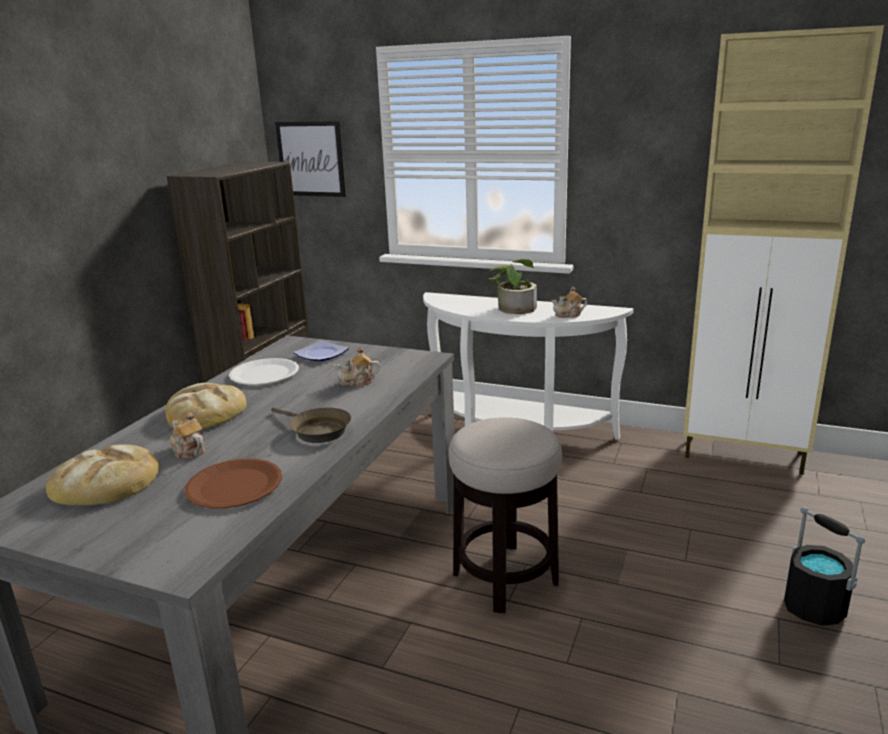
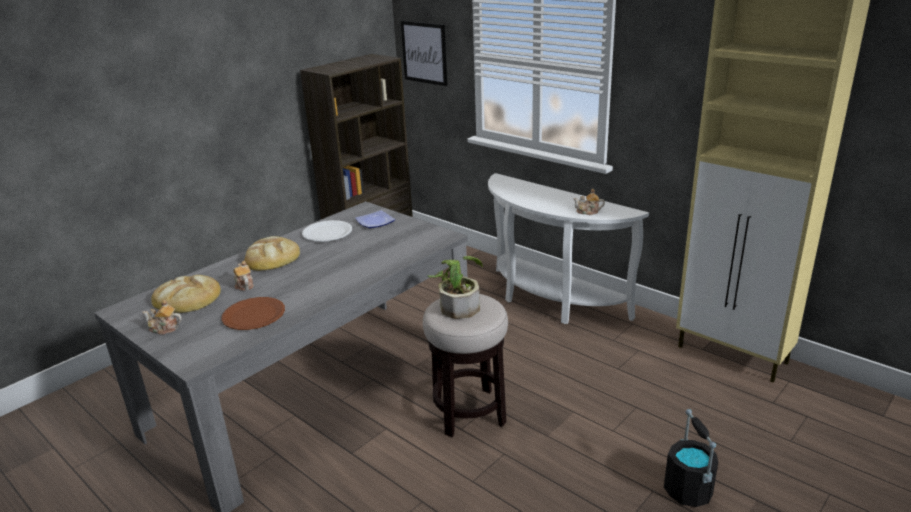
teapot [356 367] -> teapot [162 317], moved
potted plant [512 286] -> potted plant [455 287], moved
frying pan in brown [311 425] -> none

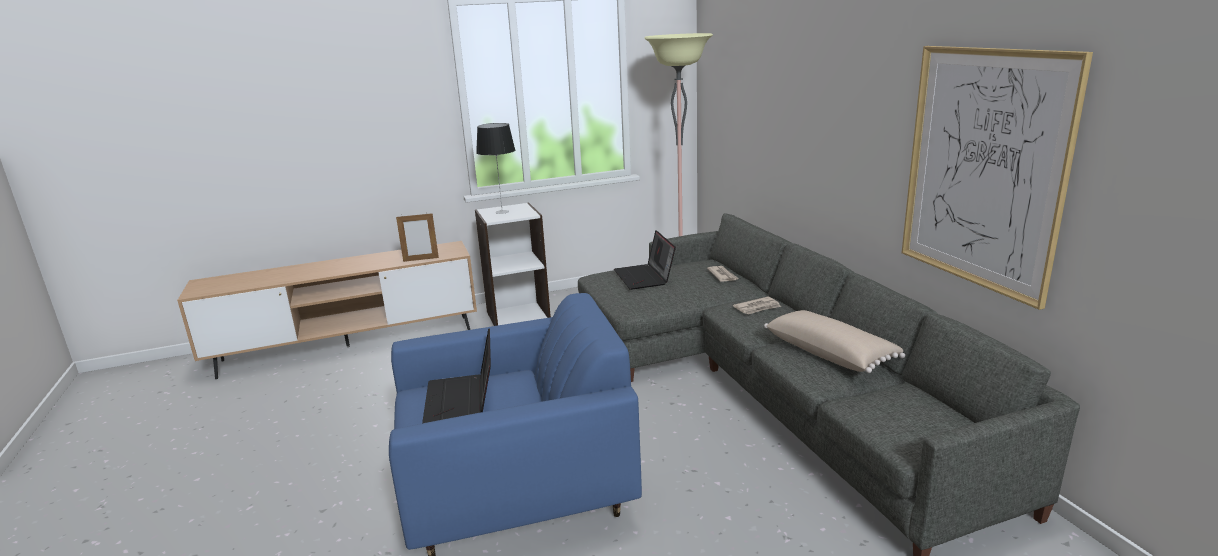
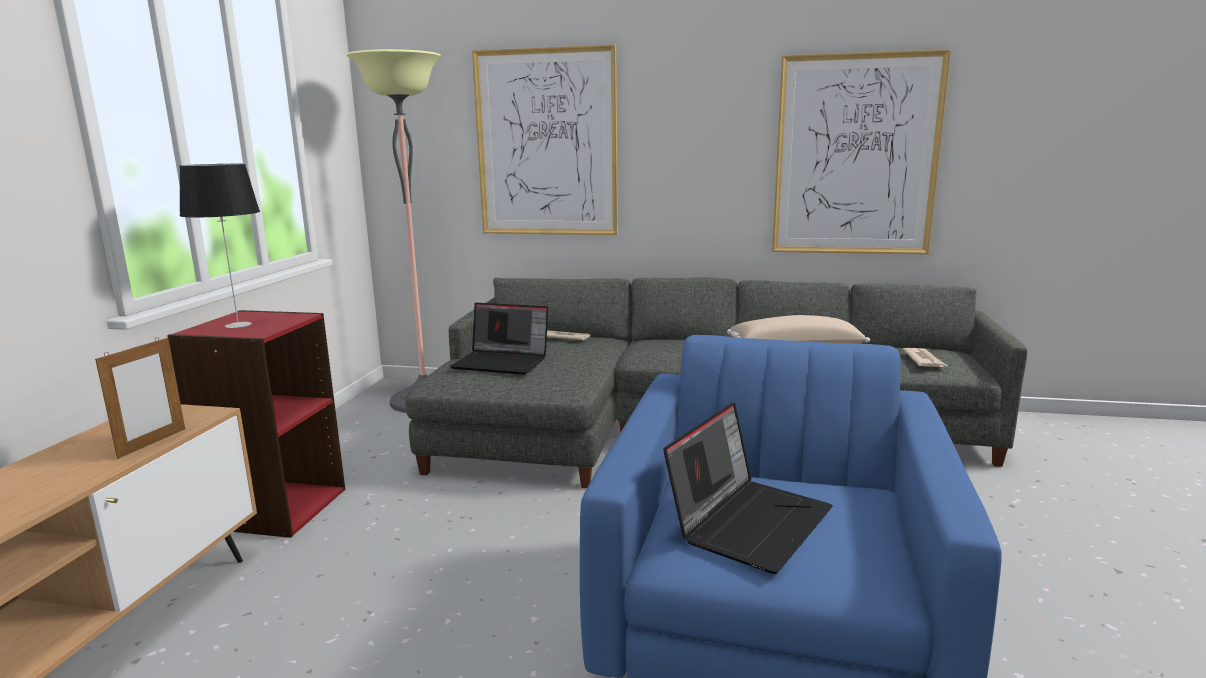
bookcase in white [513 264] -> bookcase in red [256 424]
none -> picture [545 140]
laptop [456 375] -> laptop [748 488], 75 degrees counterclockwise
newspaper [757 305] -> newspaper [924 357], moved

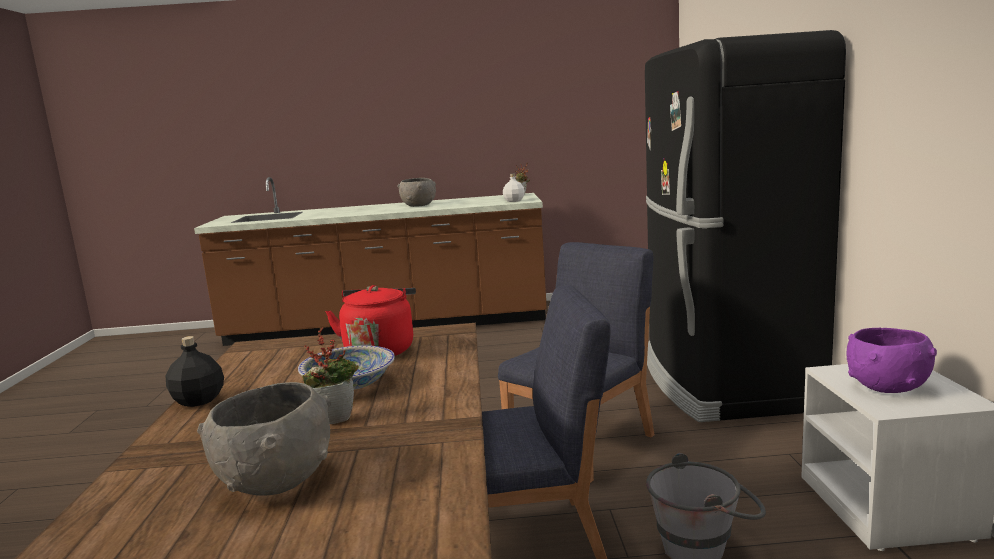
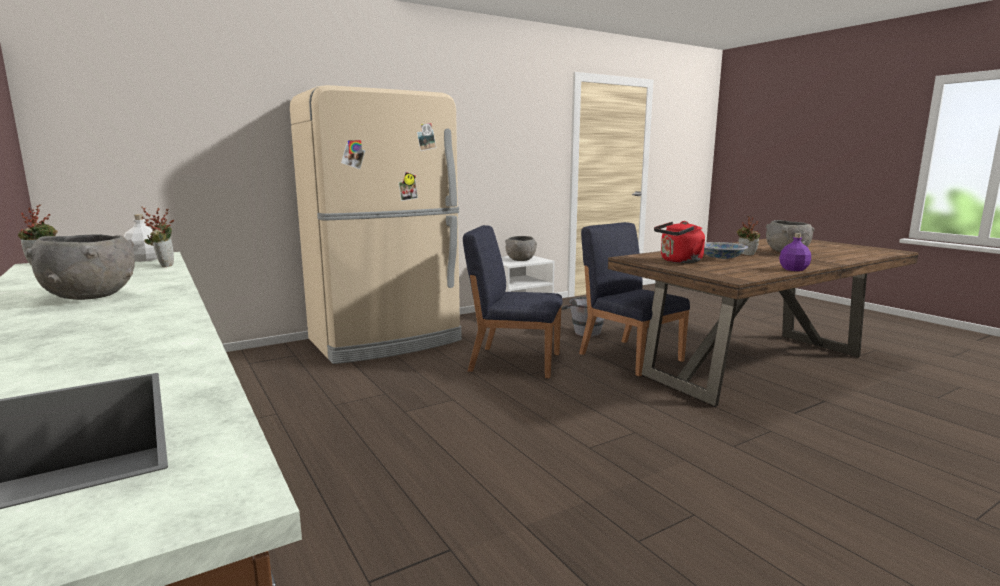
none -> potted plant [157 236]
fridge in black [745 226] -> fridge in beige [376 224]
bowl in purple [892 360] -> bowl in grey [521 248]
bottle in black [194 371] -> bottle in purple [795 252]

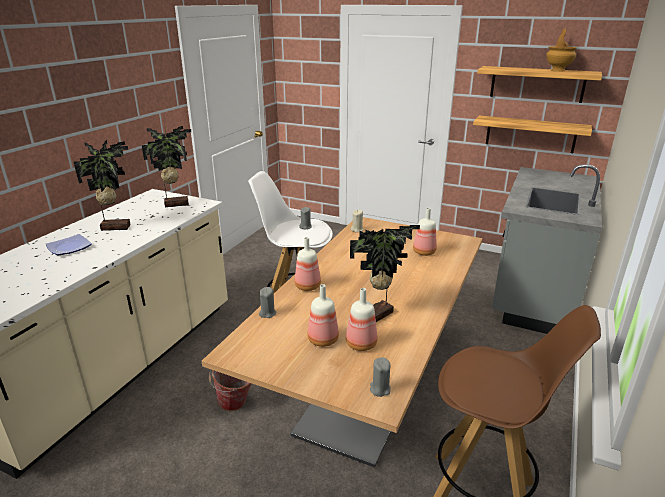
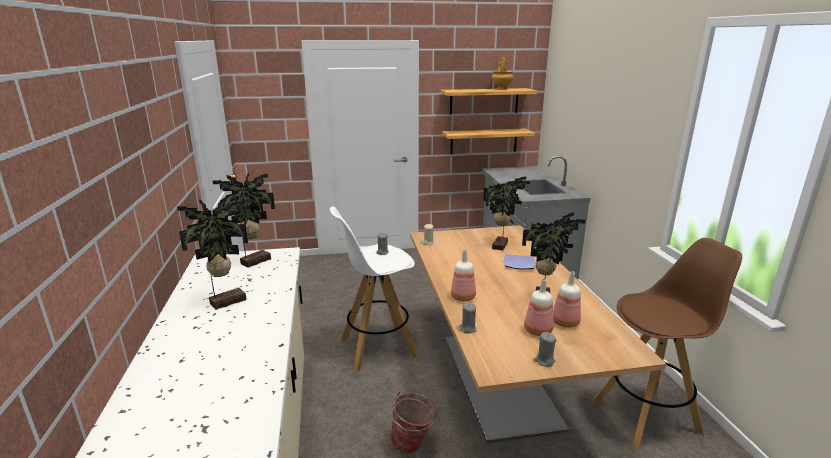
bottle [425 232] -> potted plant [507 214]
plate [69 244] -> plate [519 261], moved
candle in grey [380 377] -> candle in grey [545 349], moved

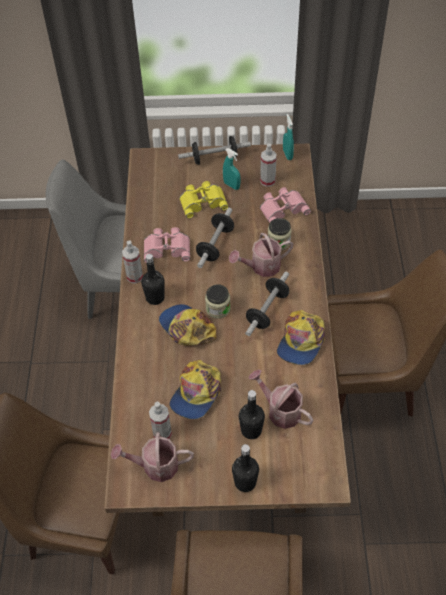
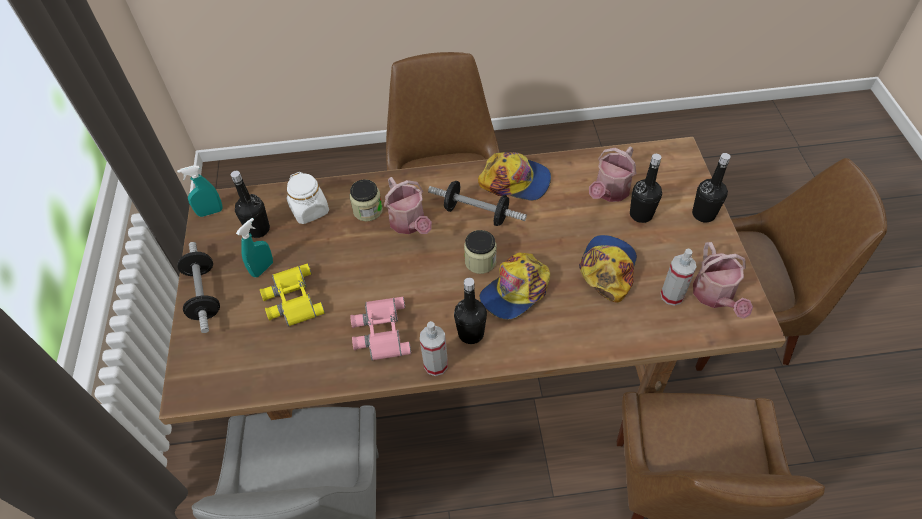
spray bottle [268 165] -> bottle in black [250 204]
binoculars in pink [285 205] -> jar in white [307 198]
cap [195 389] -> cap [608 268], 90 degrees counterclockwise
dumbbell [215 238] -> none

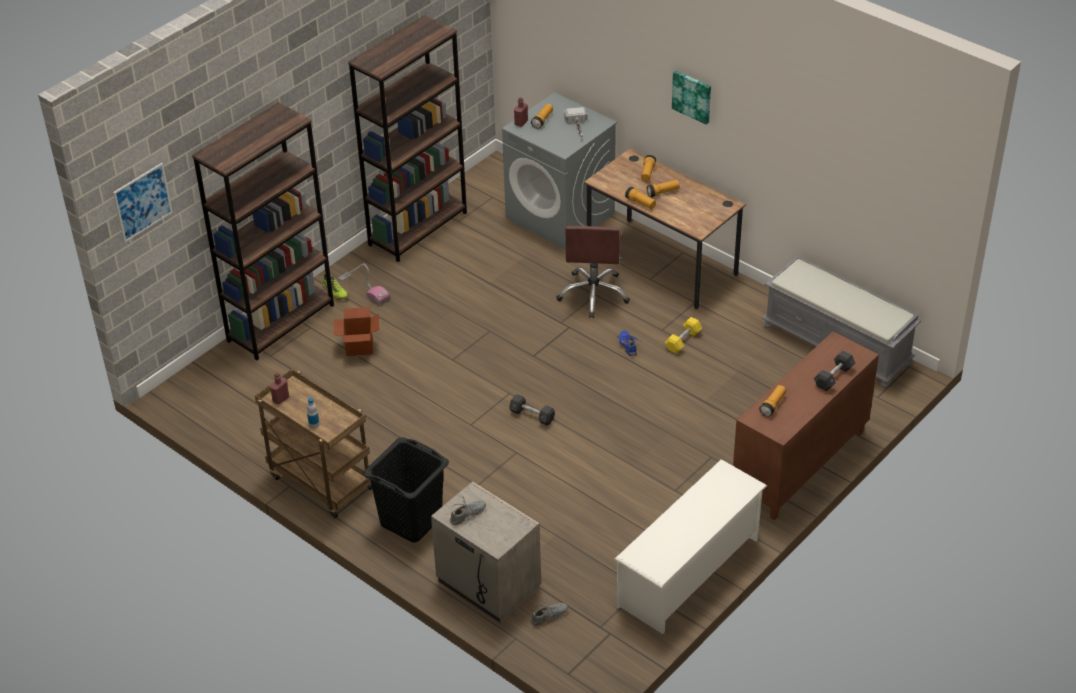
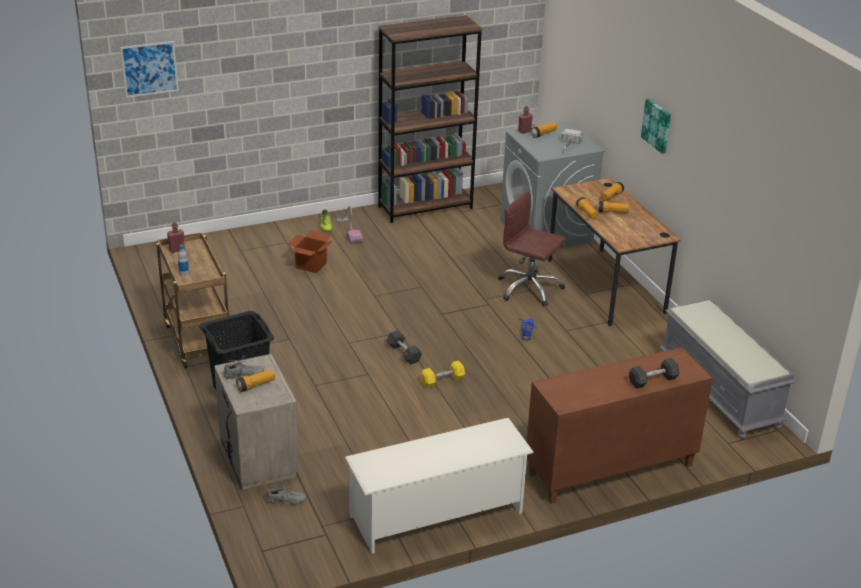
flashlight [772 401] -> flashlight [255 380], moved
dumbbell in yellow [683 335] -> dumbbell in yellow [442 374], moved
office chair in brown [593 272] -> office chair in brown [532 248], 90 degrees clockwise
bookcase in brown [263 231] -> none

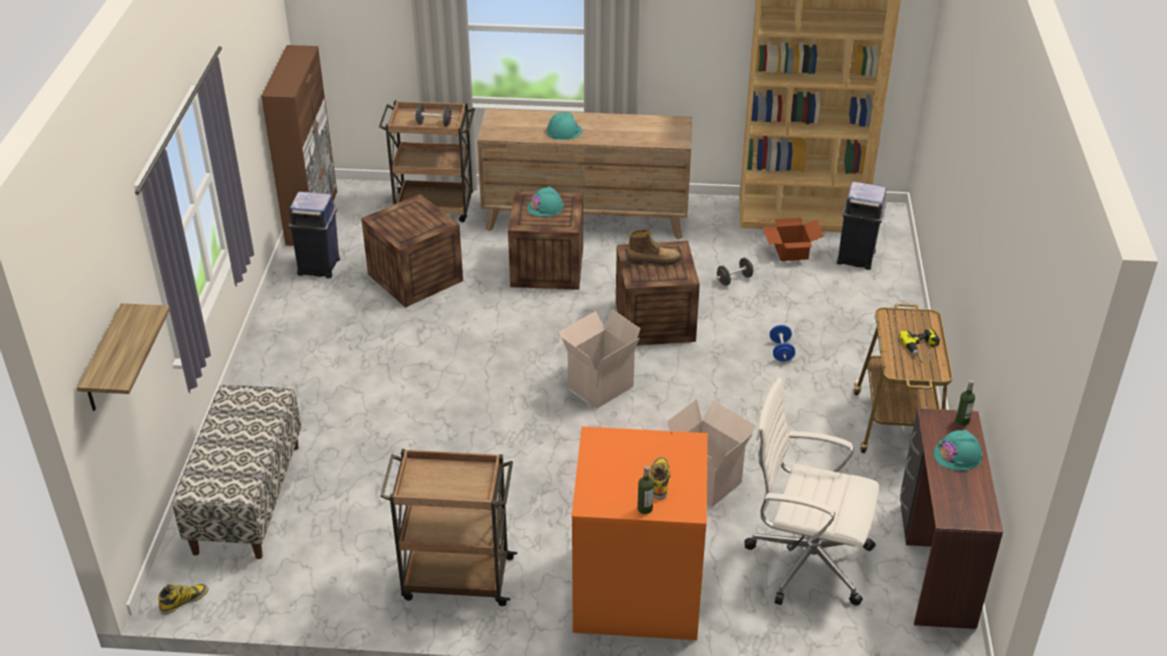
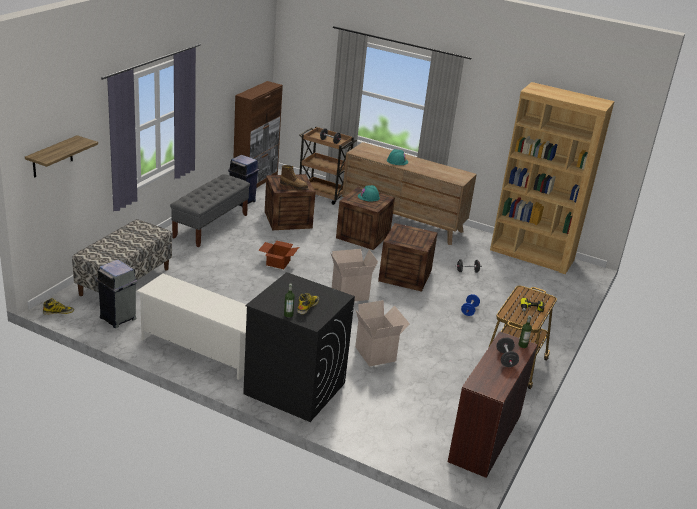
trash can in grey [861 226] -> trash can in grey [117 294], moved
cart in brown [448 527] -> shoe rack in white [191 326]
none -> bench in grey [210 210]
washing machine in orange [640 533] -> washing machine in black [299 347]
cardboard box [793 239] -> cardboard box [278 254], moved
boot [654 247] -> boot [294 177], moved
hard hat in turquoise [958 450] -> dumbbell in black [507 352]
office chair in white [811 492] -> none

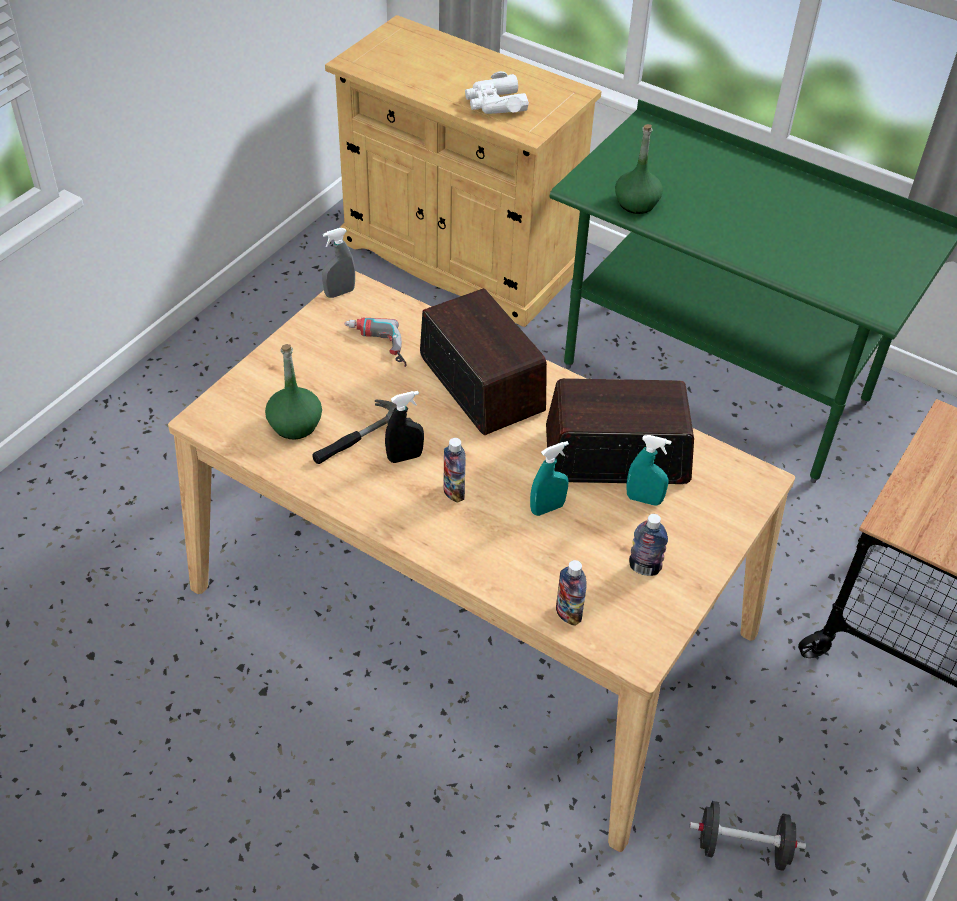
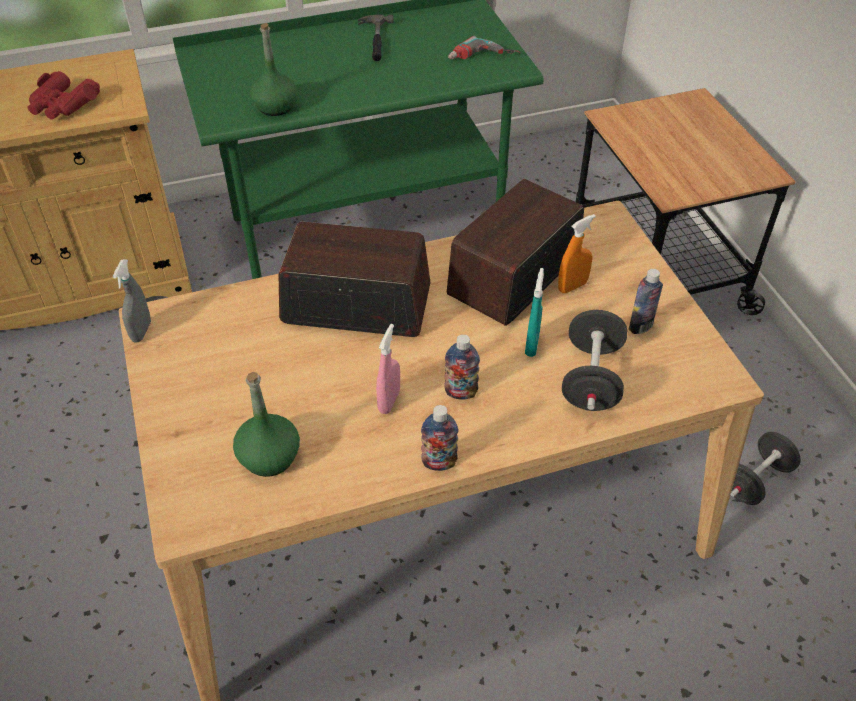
binoculars in white [497 92] -> binoculars in red [63 95]
hammer [362 431] -> hammer [376 37], moved
spray bottle in black [404 427] -> spray bottle in pink [388 369]
bottle [571 593] -> bottle [440 438], moved
power drill [375 342] -> power drill [484 47], moved
spray bottle in turquoise [649 470] -> spray bottle in orange [577 253]
none -> dumbbell in black [594 360]

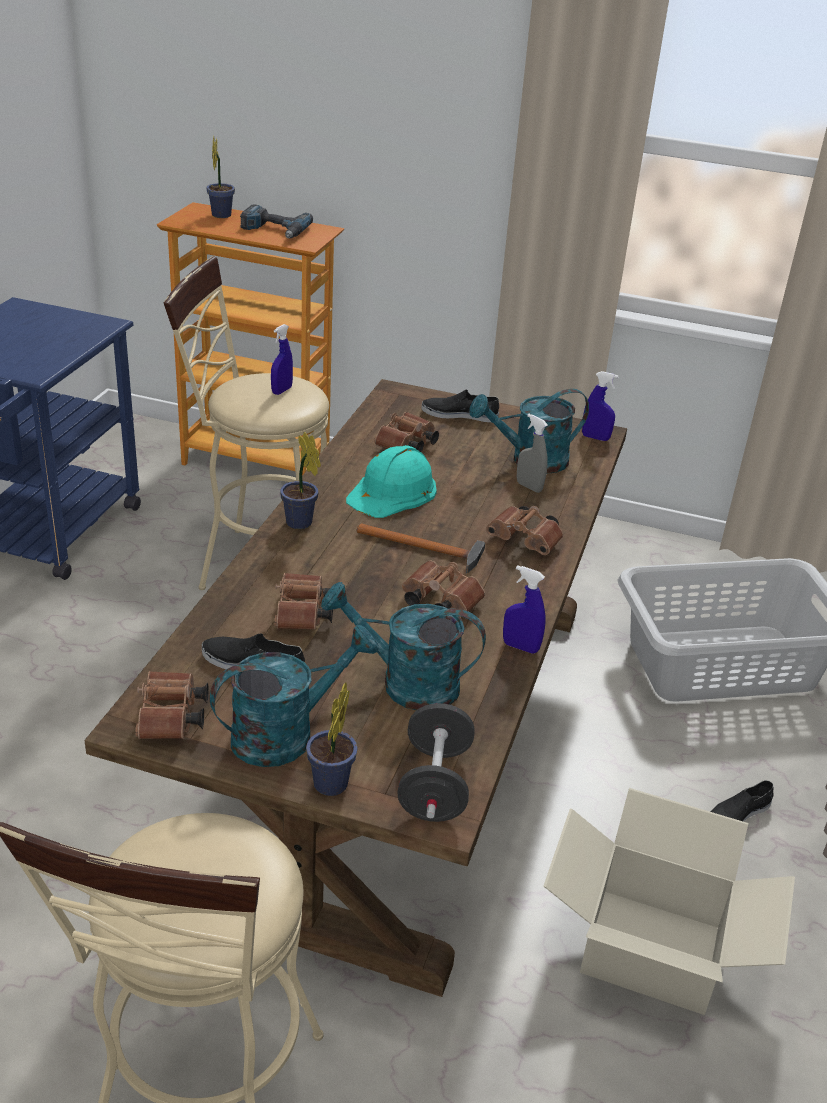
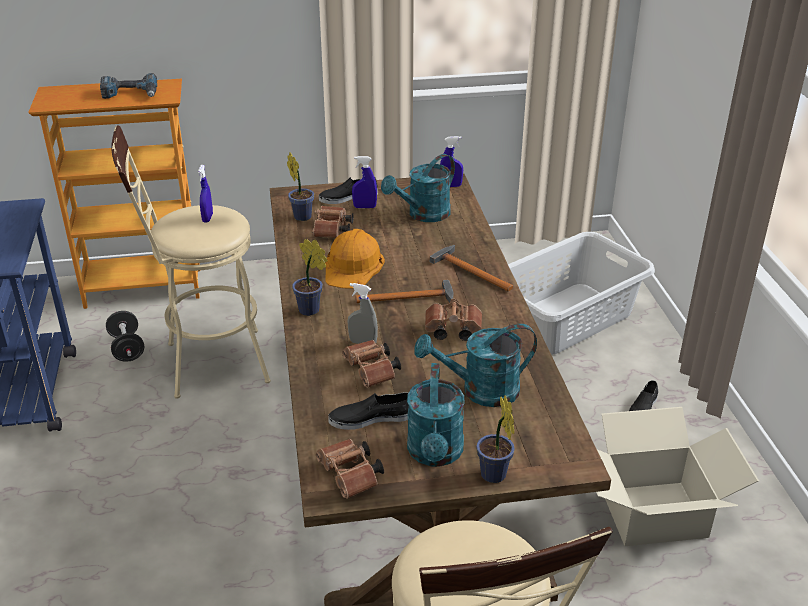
dumbbell in black [435 762] -> dumbbell in black [125 336], moved
potted plant [220 177] -> potted plant [300 186], moved
hard hat in turquoise [391 481] -> hard hat in orange [355 259]
spray bottle in grey [532 453] -> spray bottle in grey [363 313], moved
spray bottle in blue [524 609] -> spray bottle in blue [364 182], moved
watering can in turquoise [294 696] -> watering can in turquoise [435 415], 150 degrees clockwise
binoculars in brown [524 530] -> hammer [471 268]

